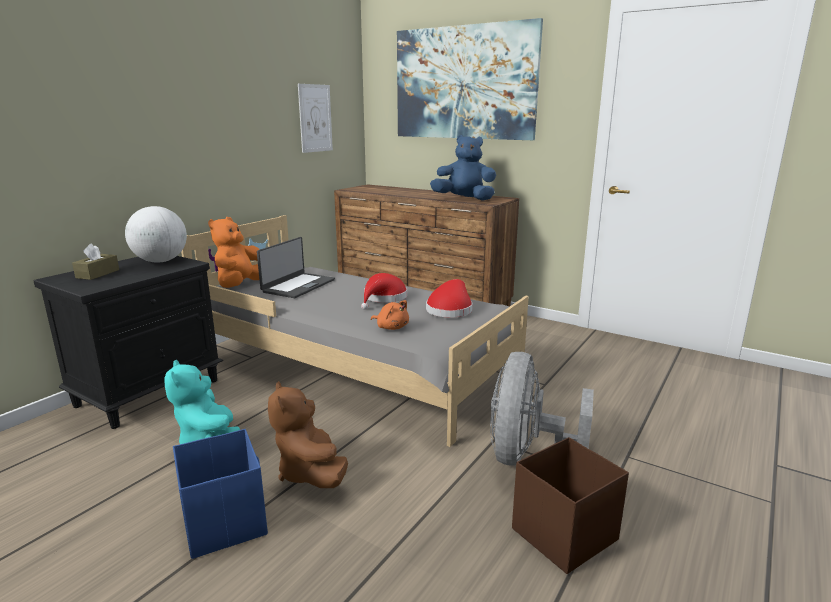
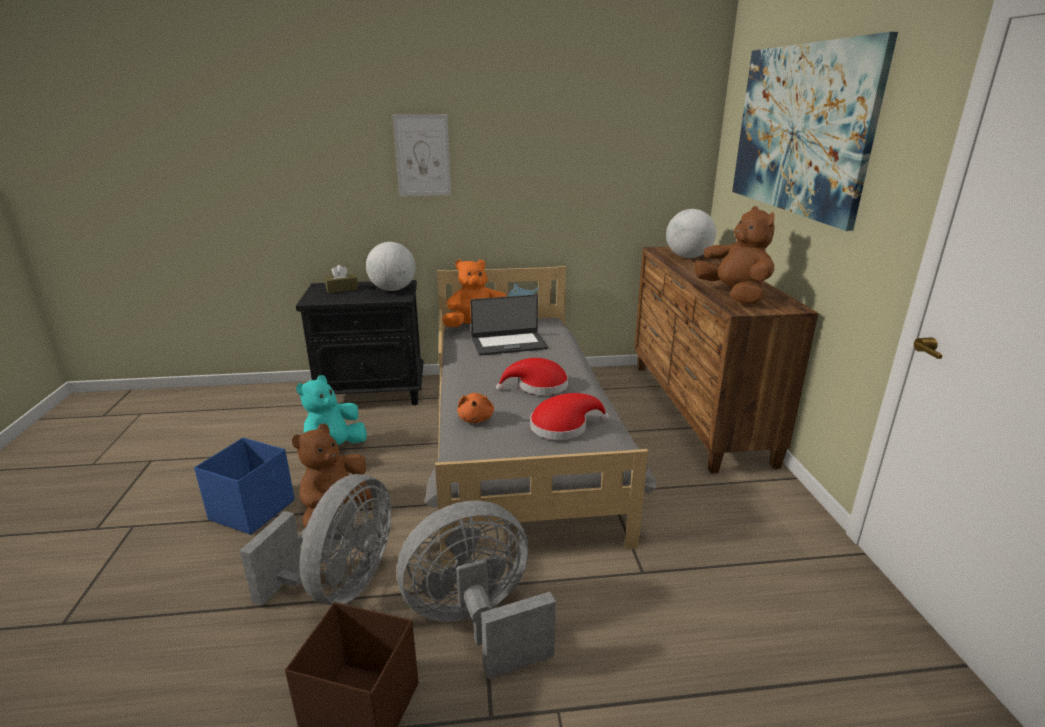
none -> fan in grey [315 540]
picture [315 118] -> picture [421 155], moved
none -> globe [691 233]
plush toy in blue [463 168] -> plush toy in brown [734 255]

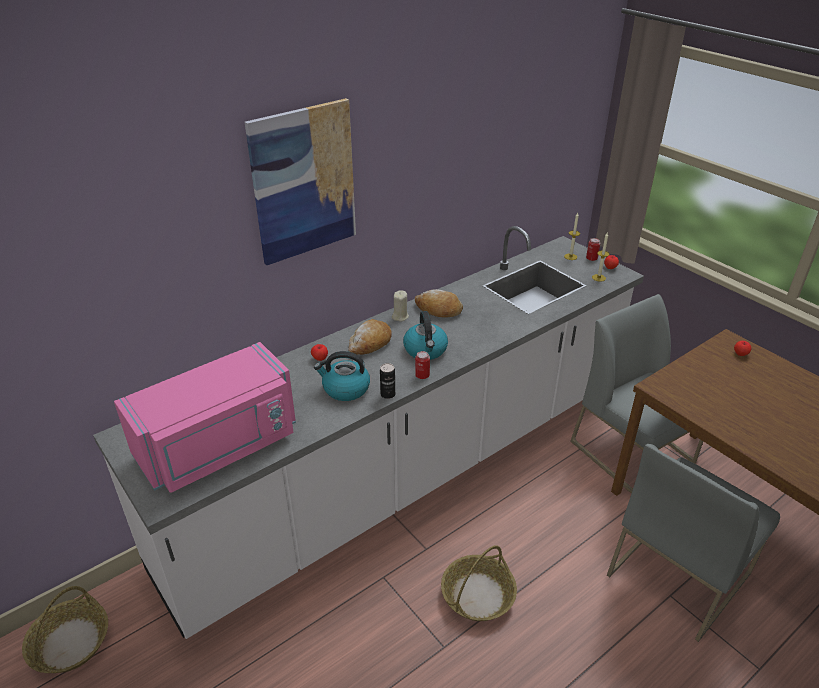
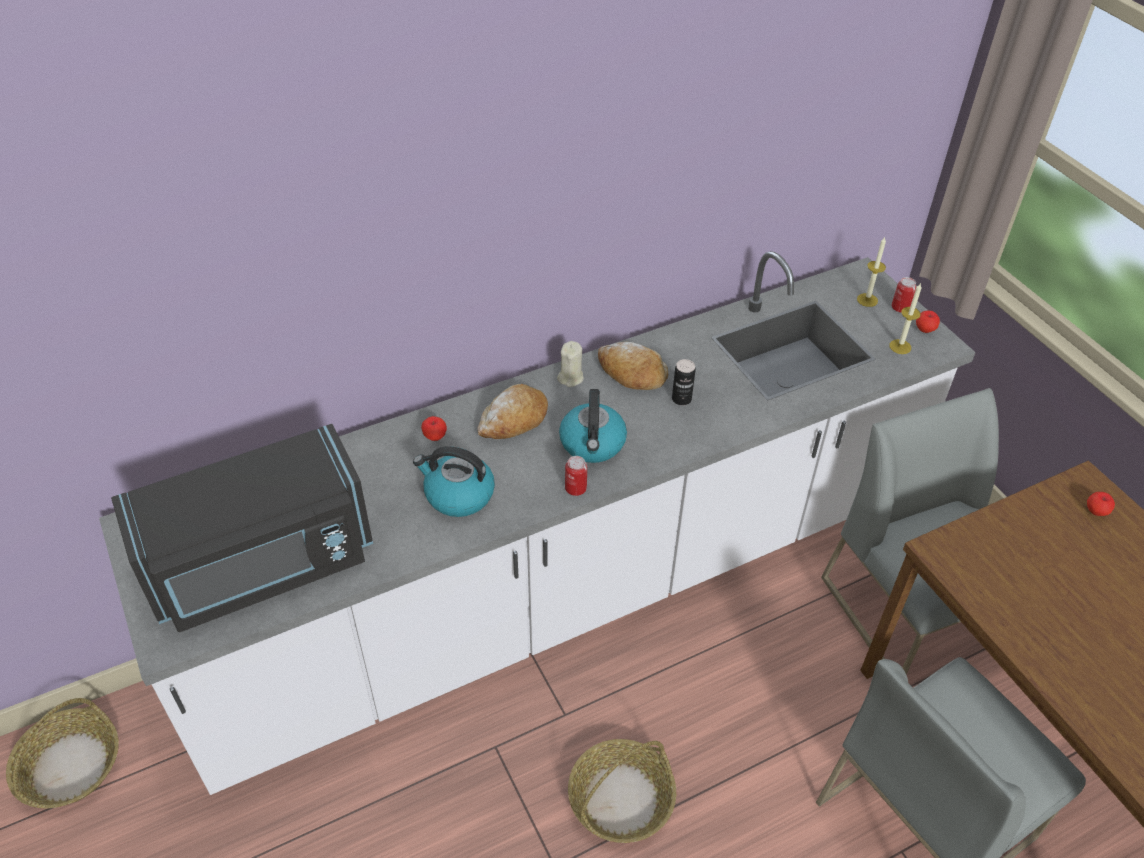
microwave in pink [205 417] -> microwave in black [242 528]
can [387 381] -> can [684 382], moved
picture [300 181] -> none

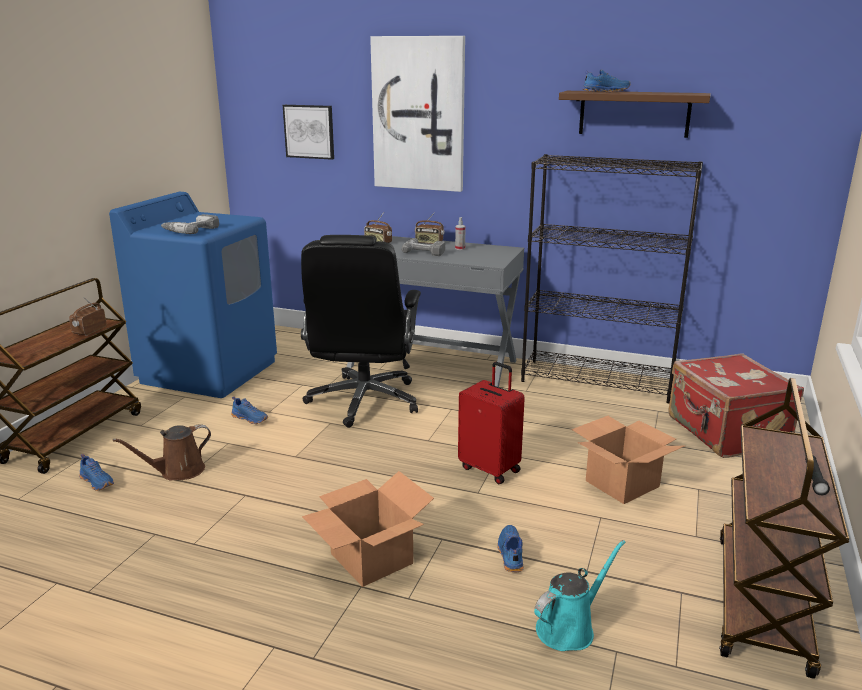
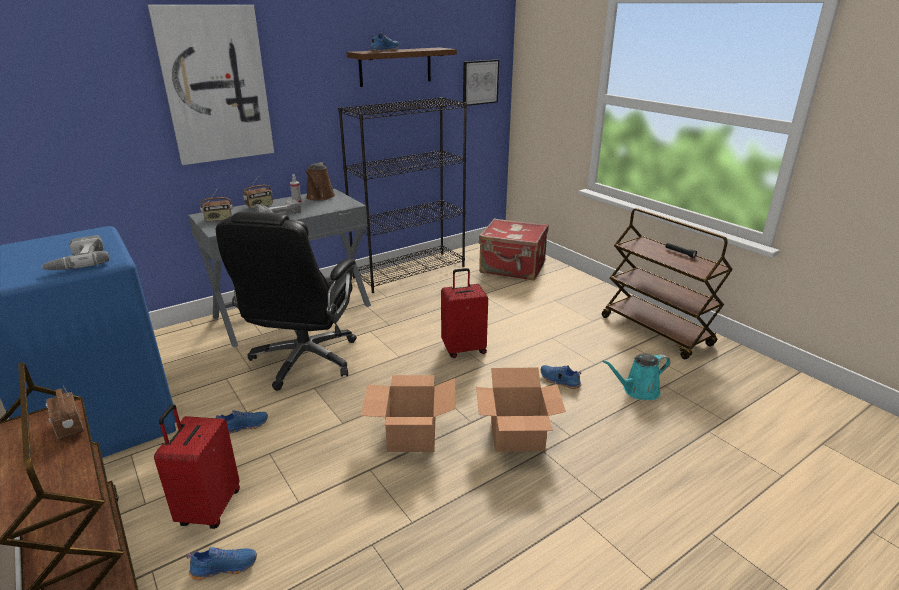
none -> suitcase in red [197 466]
office chair in black [361 331] -> office chair in black [286 301], 60 degrees clockwise
watering can in brown [162 452] -> watering can in brown [320 182], moved
cardboard box [628 460] -> cardboard box [408 413], moved
picture [308 132] -> picture [481 83], moved
watering can in turquoise [579 595] -> watering can in turquoise [636 376], 105 degrees counterclockwise

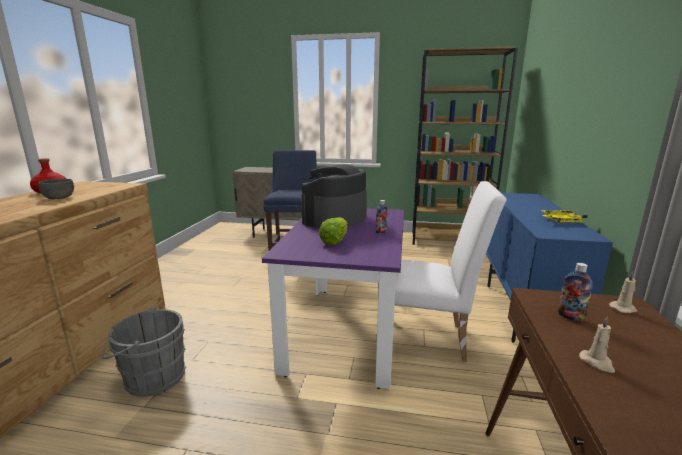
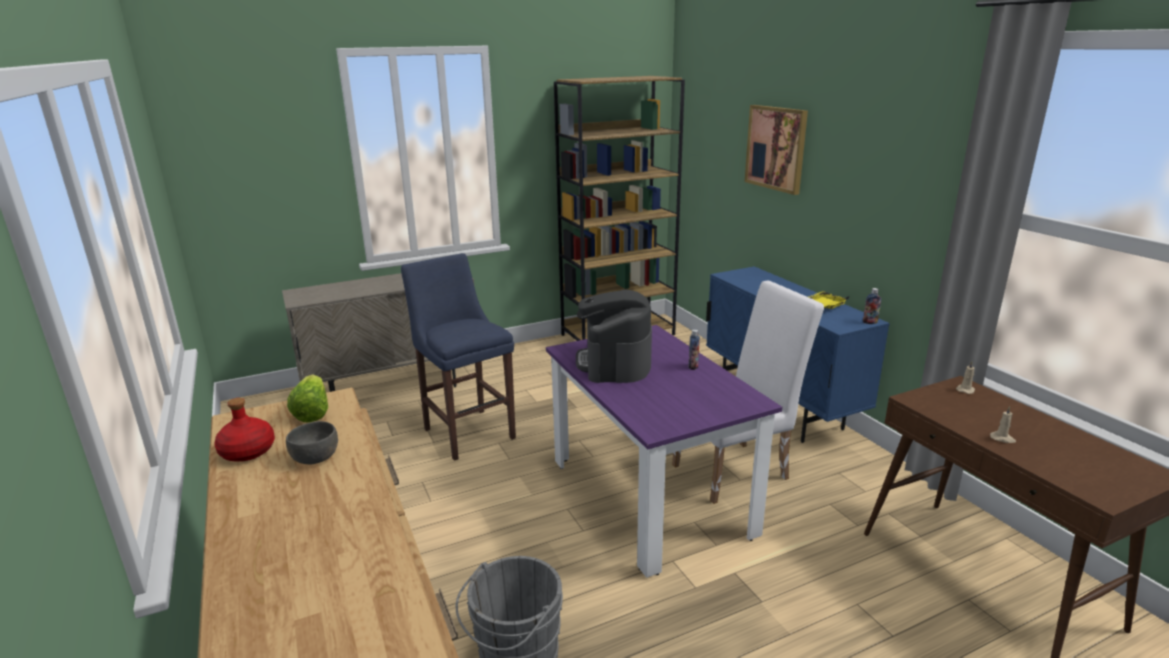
lettuce [333 231] -> lettuce [307 398], moved
none -> picture [776 150]
bottle [575 292] -> bottle [872 306], moved

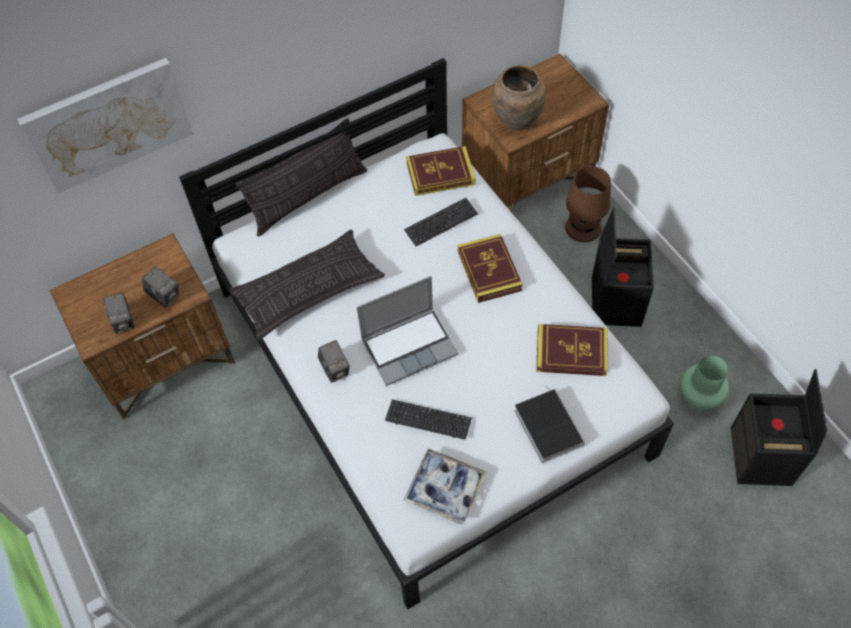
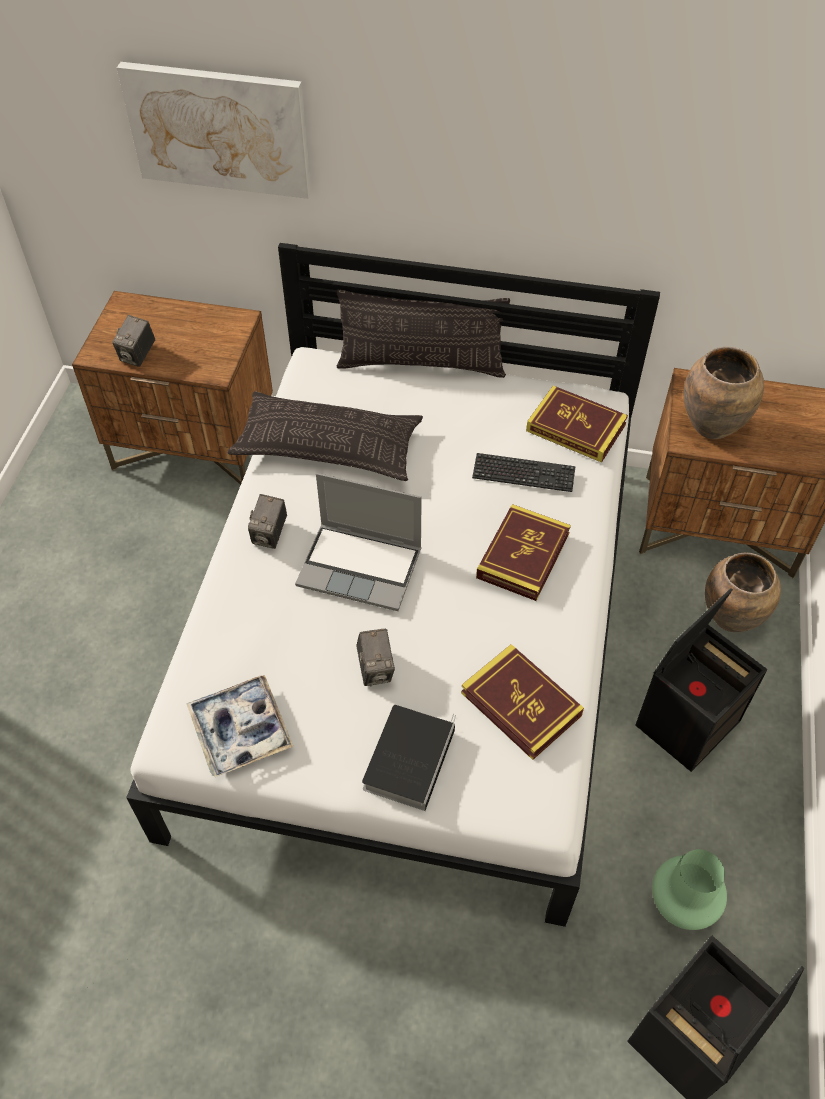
photo camera [160 287] -> photo camera [375 657], moved
table lamp in brown [588 204] -> vase in brown [743 592]
keyboard [428 419] -> none

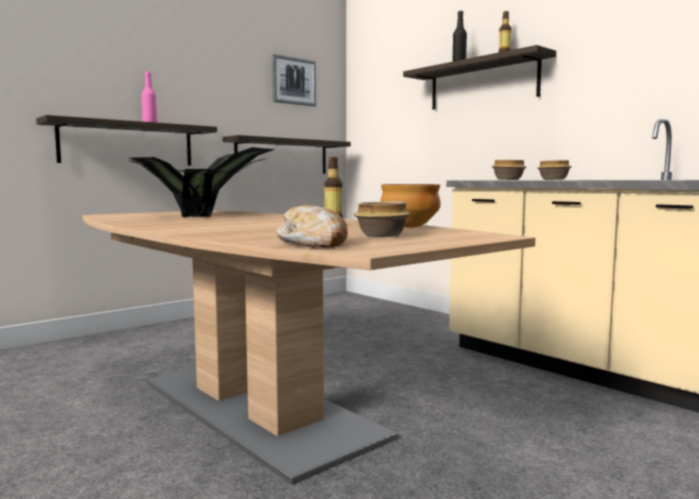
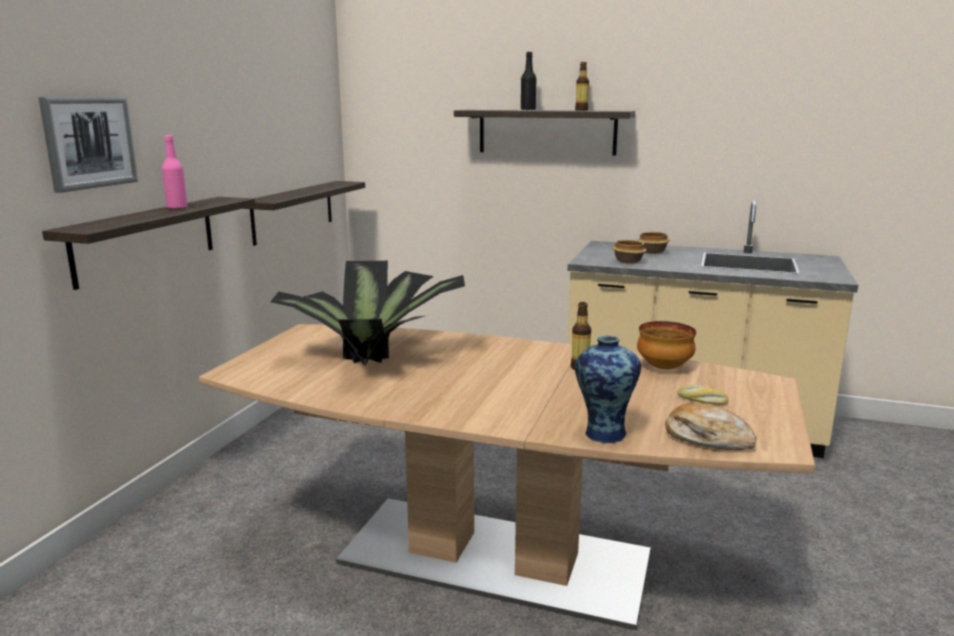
picture [294 80] -> picture [88 145], moved
none -> vase [608 389]
bowl [382 219] -> bread [703 395]

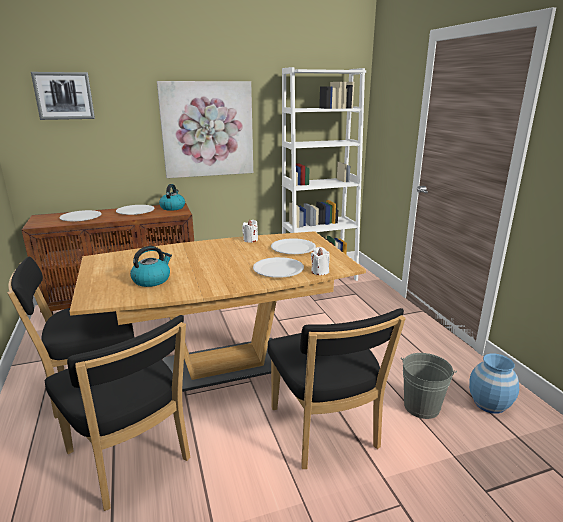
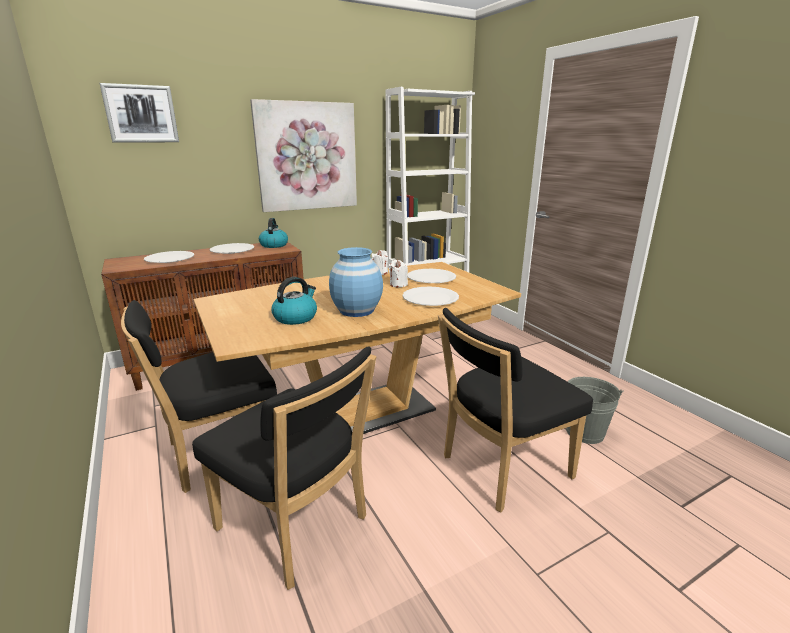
vase in blue [494 383] -> vase in blue [356 282], moved
candle in white [320 261] -> candle in white [398 273], moved
chair in black [337 388] -> chair in black [515 410], 90 degrees clockwise

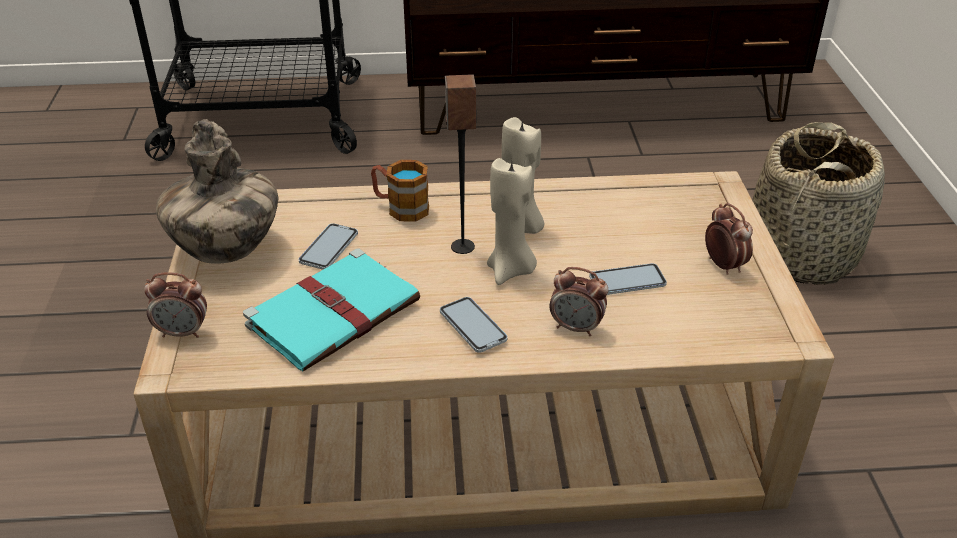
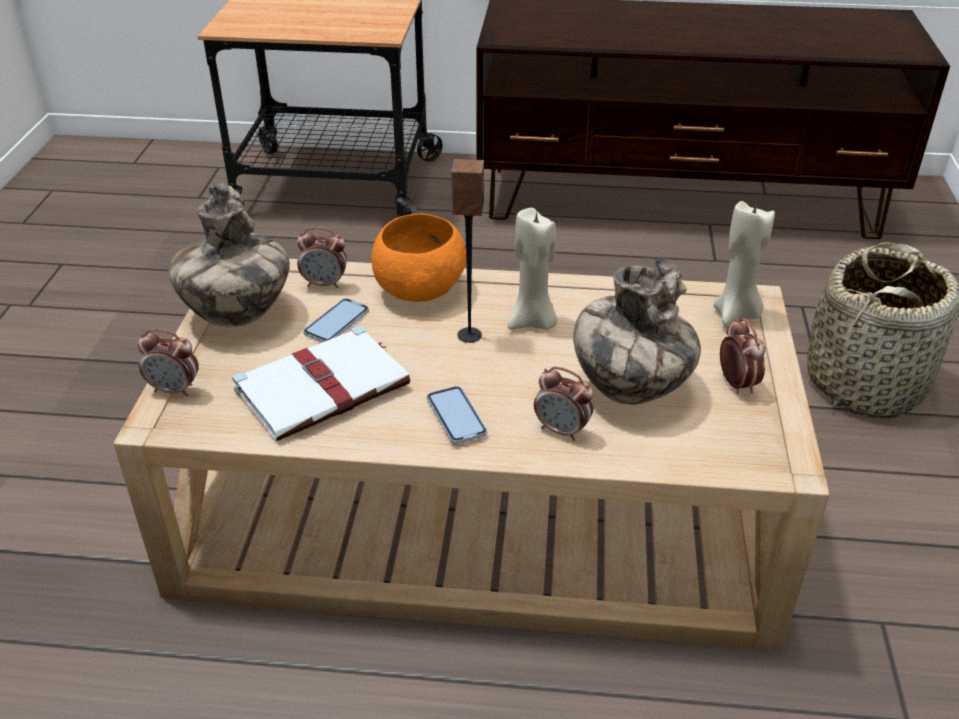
book in turquoise [331 309] -> book in white [321 383]
none -> alarm clock [322 257]
mug [400 191] -> bowl in orange [418 258]
phone [628 279] -> vase [637 331]
candle in beige [512 221] -> candle in beige [744 263], moved

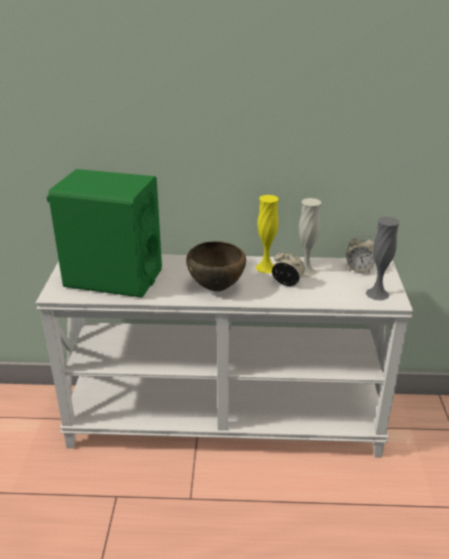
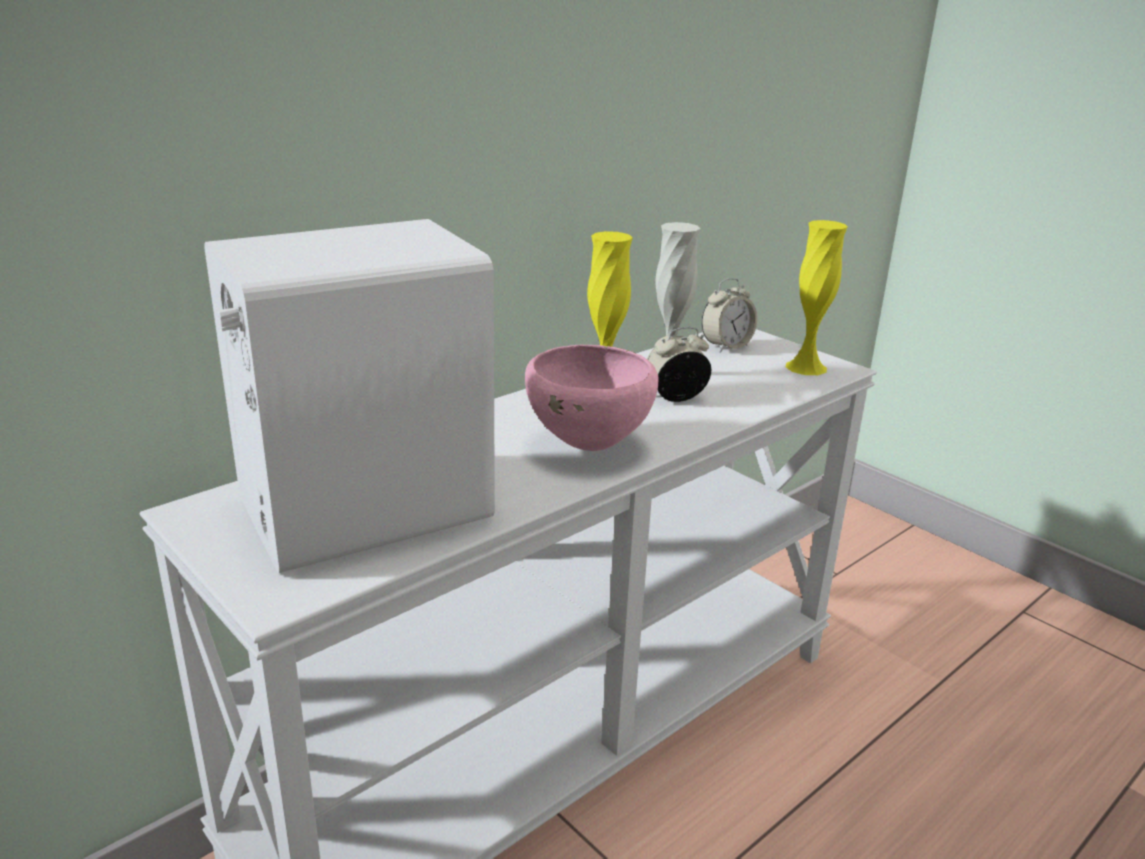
speaker in green [104 233] -> speaker in white [349 396]
bowl in brown [216 266] -> bowl in pink [591 398]
vase in grey [383 258] -> vase in yellow [817 297]

